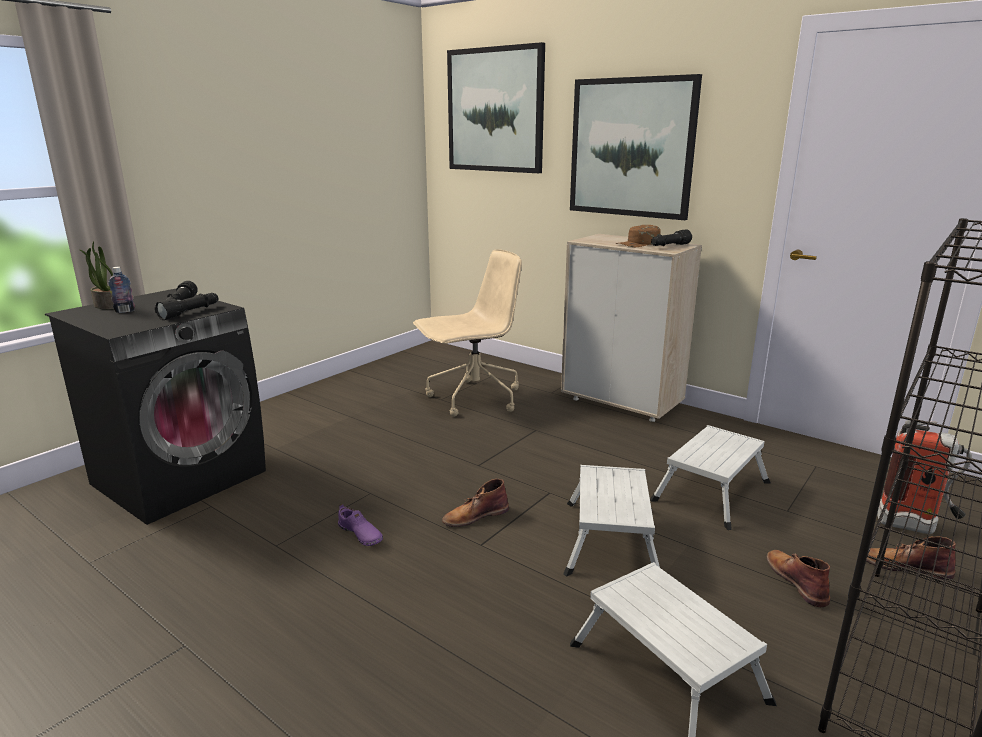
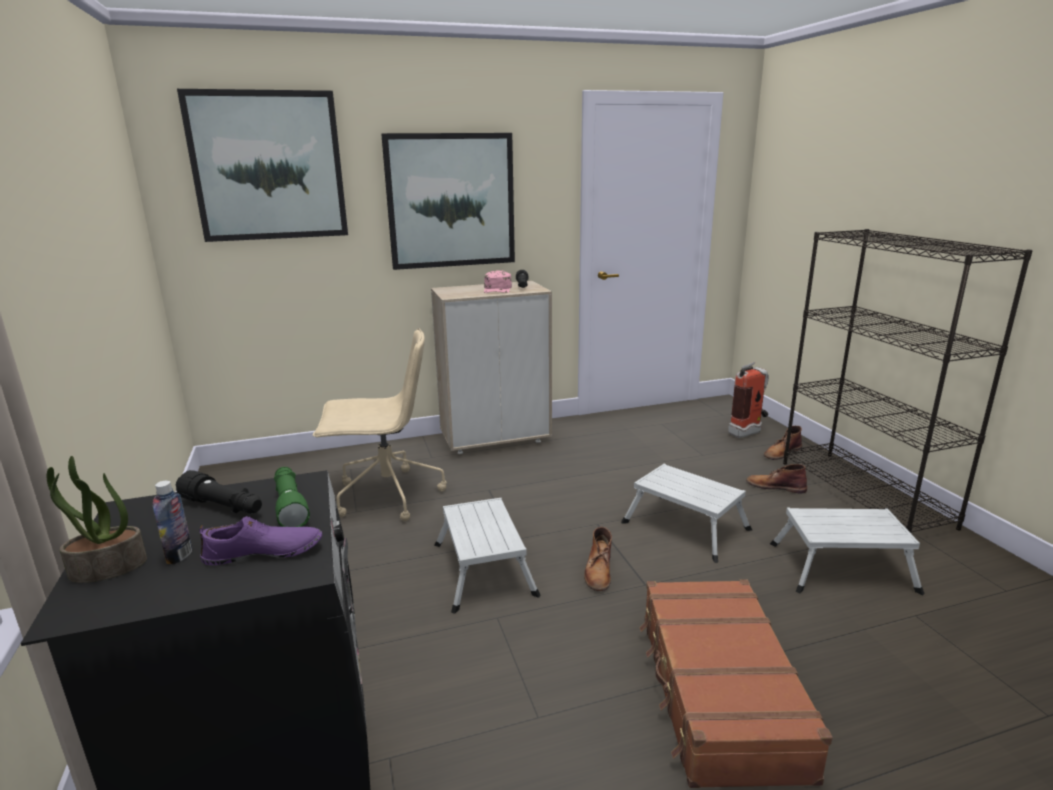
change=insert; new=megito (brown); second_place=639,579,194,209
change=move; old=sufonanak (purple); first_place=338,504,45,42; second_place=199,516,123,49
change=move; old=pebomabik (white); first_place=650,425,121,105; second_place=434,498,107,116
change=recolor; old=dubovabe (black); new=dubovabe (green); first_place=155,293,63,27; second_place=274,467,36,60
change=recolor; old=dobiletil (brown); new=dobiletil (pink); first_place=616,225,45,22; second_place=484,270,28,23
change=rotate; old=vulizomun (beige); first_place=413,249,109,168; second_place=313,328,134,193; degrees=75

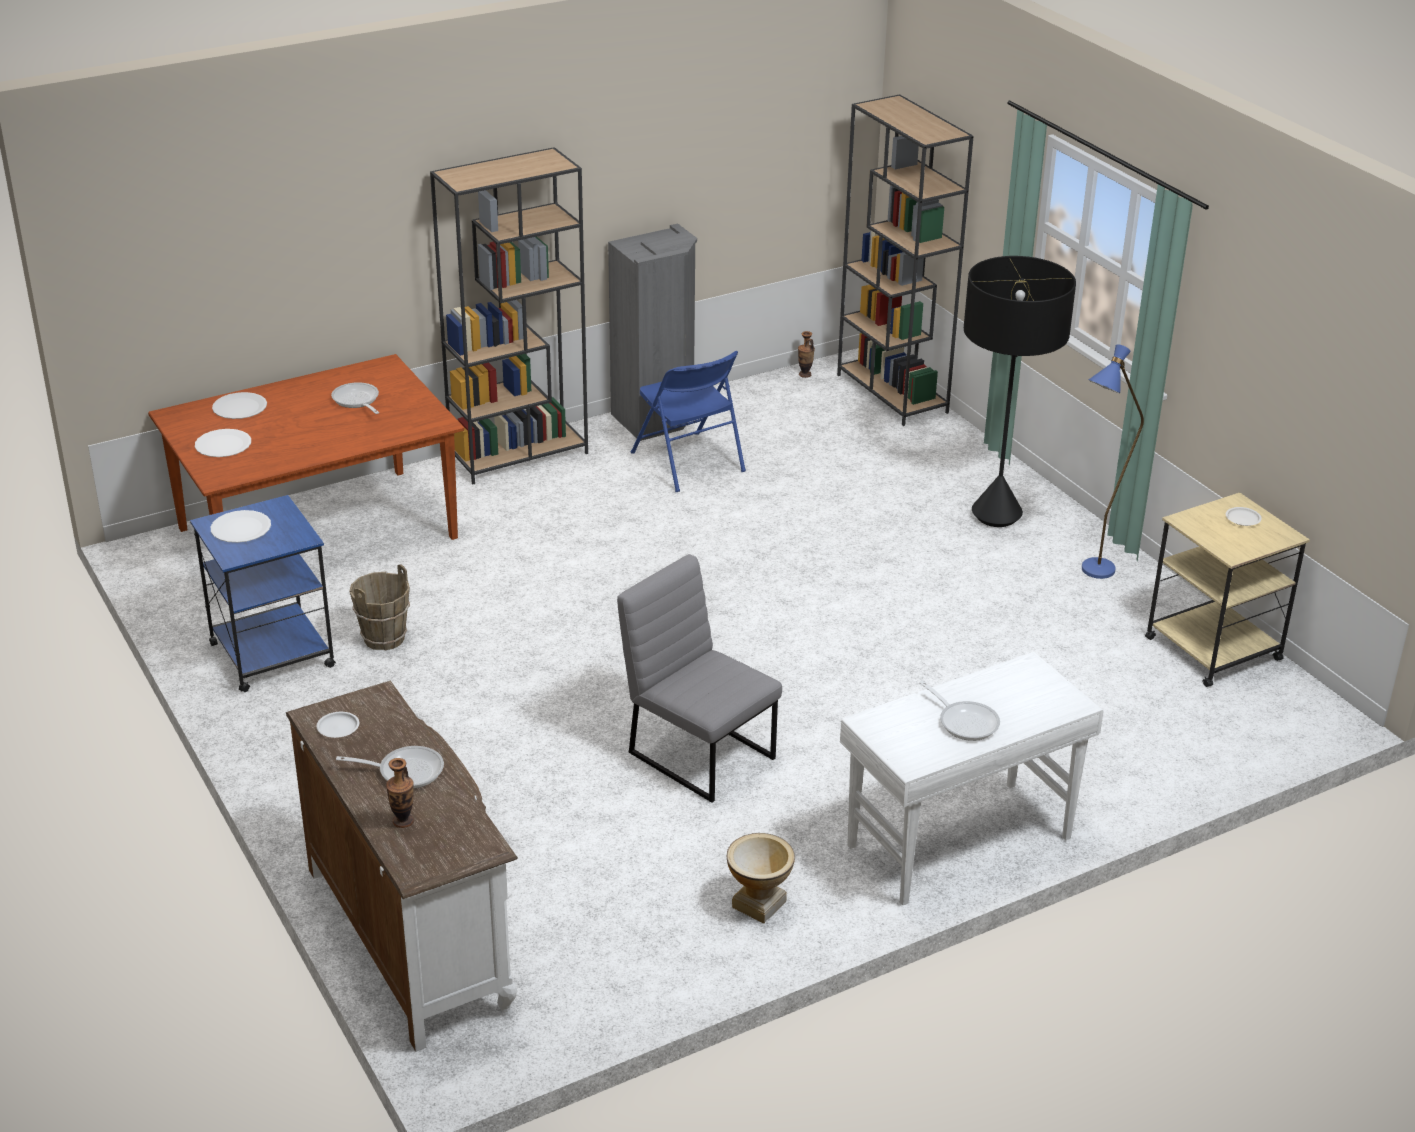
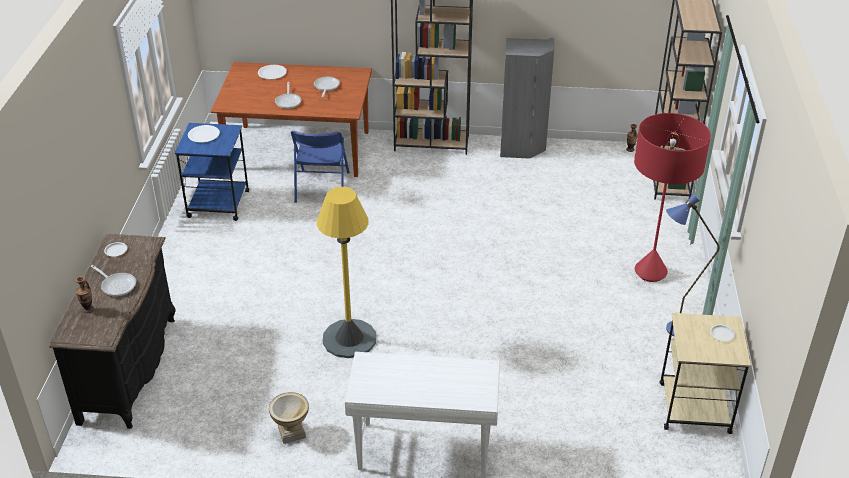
change=delete; old=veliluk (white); first_place=195,429,56,28
change=delete; old=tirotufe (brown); first_place=350,564,60,86
change=move; old=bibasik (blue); first_place=631,351,115,141; second_place=291,131,59,72
change=move; old=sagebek; first_place=919,681,81,60; second_place=275,82,26,27
change=replace; old=bibasik (grey); new=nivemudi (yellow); first_place=617,554,165,249; second_place=317,187,59,171
change=recolor; old=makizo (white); new=makizo (black); first_place=286,680,232,372; second_place=49,234,126,195
change=recolor; old=nivemudi (black); new=nivemudi (red); first_place=964,256,112,271; second_place=634,113,77,169

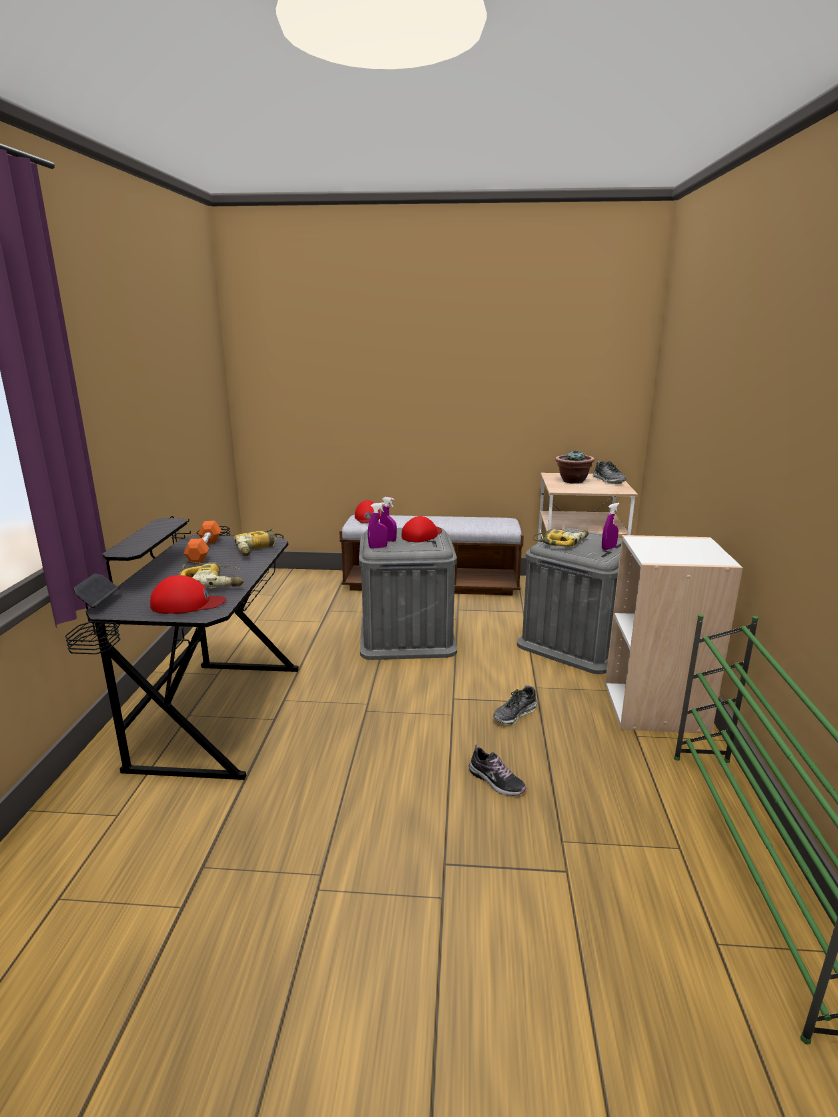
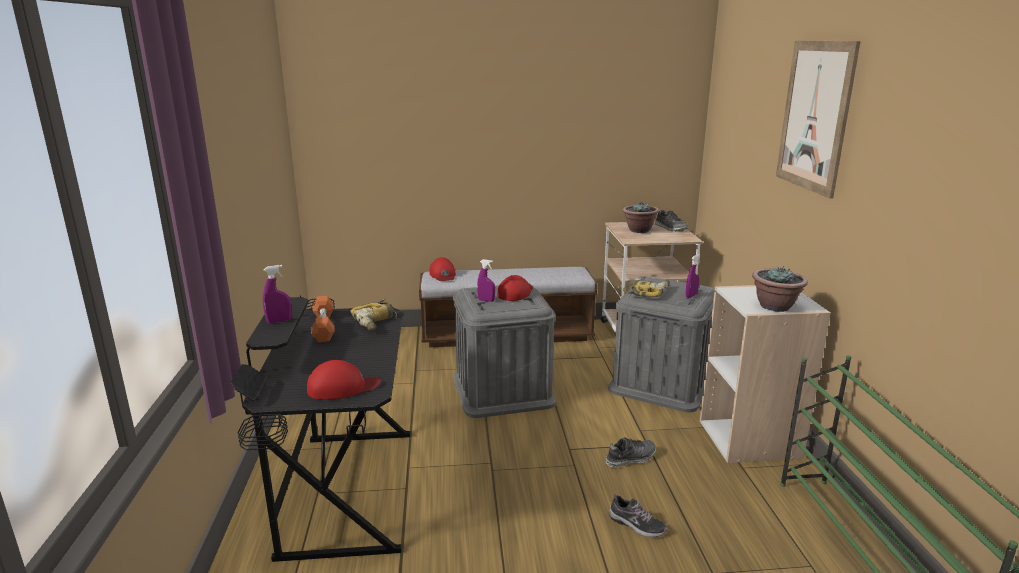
change=delete; old=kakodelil; first_place=178,562,66,27
change=insert; new=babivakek; second_place=752,267,56,45
change=insert; new=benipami; second_place=776,41,85,158
change=move; old=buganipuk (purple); first_place=368,503,20,46; second_place=263,265,28,59
change=rotate; old=sufonanak; first_place=493,685,44,40; second_place=606,438,50,30; degrees=-150

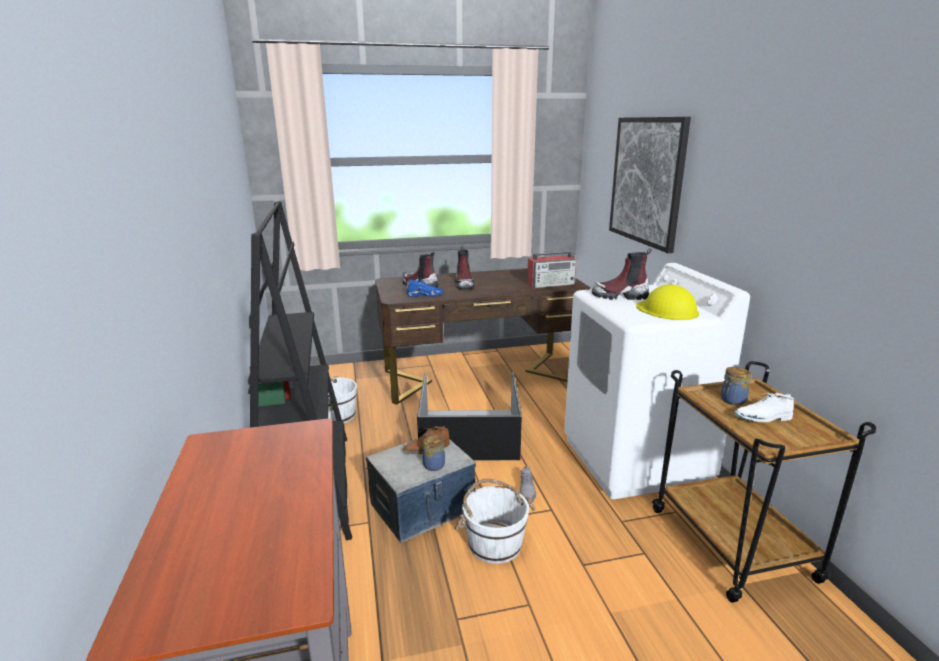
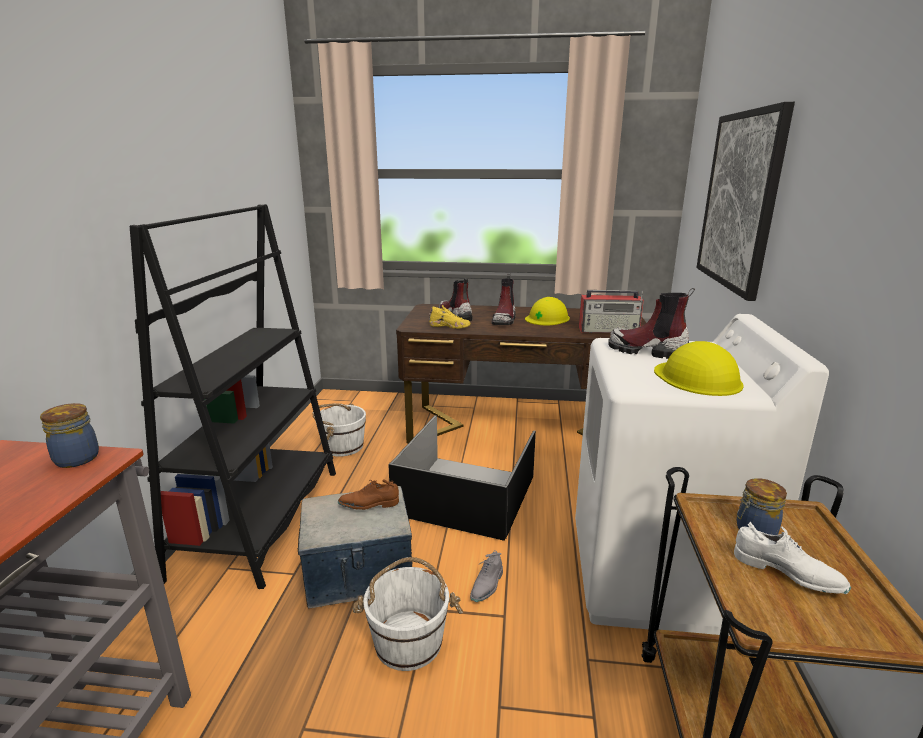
change=insert; new=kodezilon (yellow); second_place=525,297,45,28
change=move; old=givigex; first_place=421,435,24,36; second_place=40,403,59,65
change=recolor; old=sufonanak (blue); new=sufonanak (yellow); first_place=406,277,37,20; second_place=429,305,42,24
change=rotate; old=sufonanak (white); first_place=734,393,60,29; second_place=734,522,117,72; degrees=-150

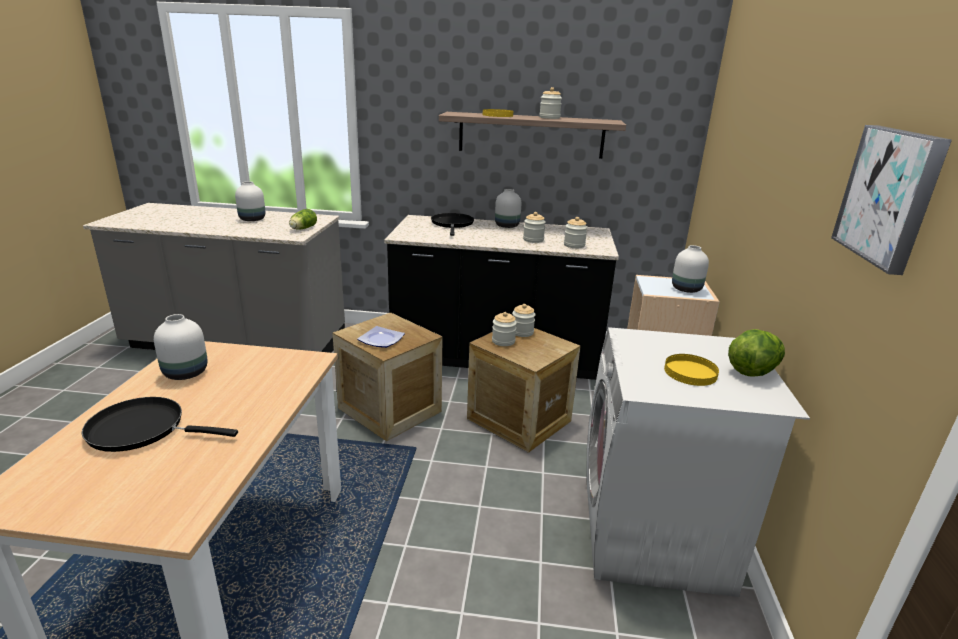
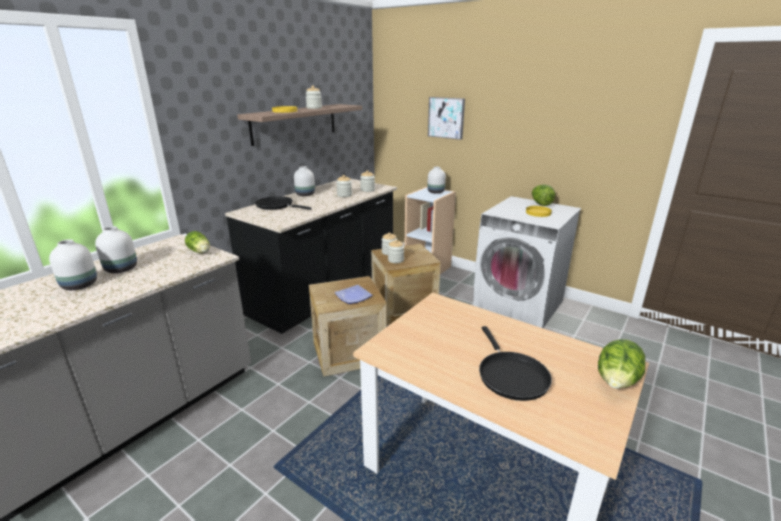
change=insert; new=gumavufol; second_place=598,339,47,50
change=move; old=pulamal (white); first_place=154,314,54,66; second_place=49,239,48,51
change=move; old=benipami; first_place=831,125,121,150; second_place=428,97,37,43
change=rotate; old=sagebek (black); first_place=82,397,156,55; second_place=479,326,73,75; degrees=-45

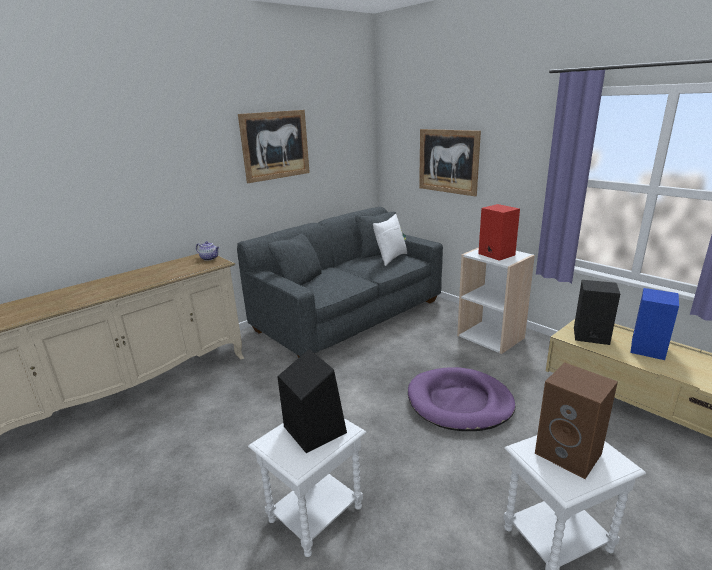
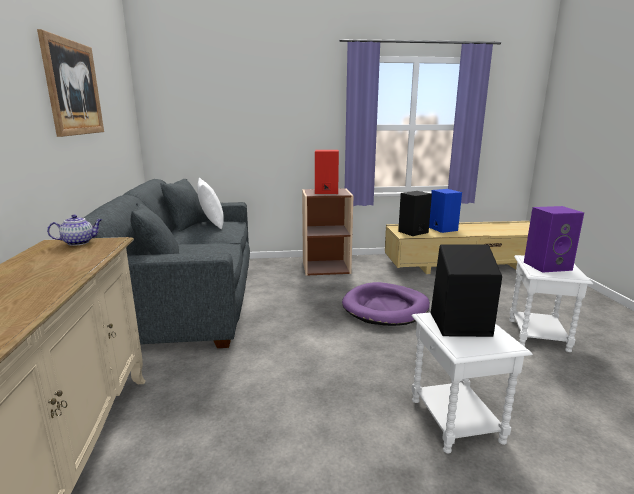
change=delete; old=benipami; first_place=419,129,62,67
change=recolor; old=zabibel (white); new=zabibel (brown); first_place=457,247,78,107; second_place=302,188,52,88
change=recolor; old=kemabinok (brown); new=kemabinok (purple); first_place=535,362,83,117; second_place=524,206,60,67

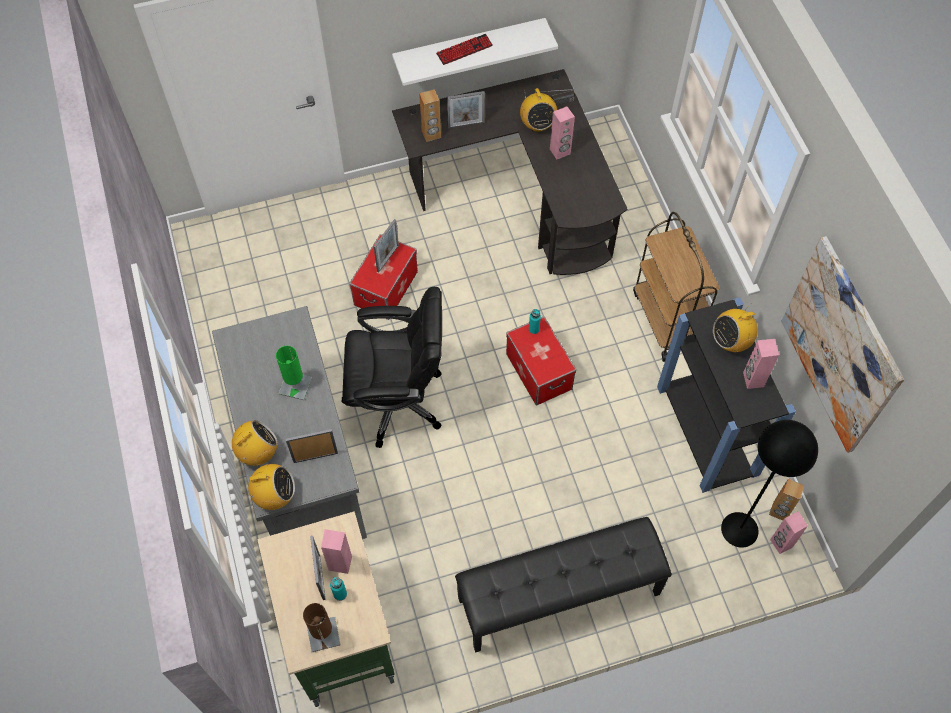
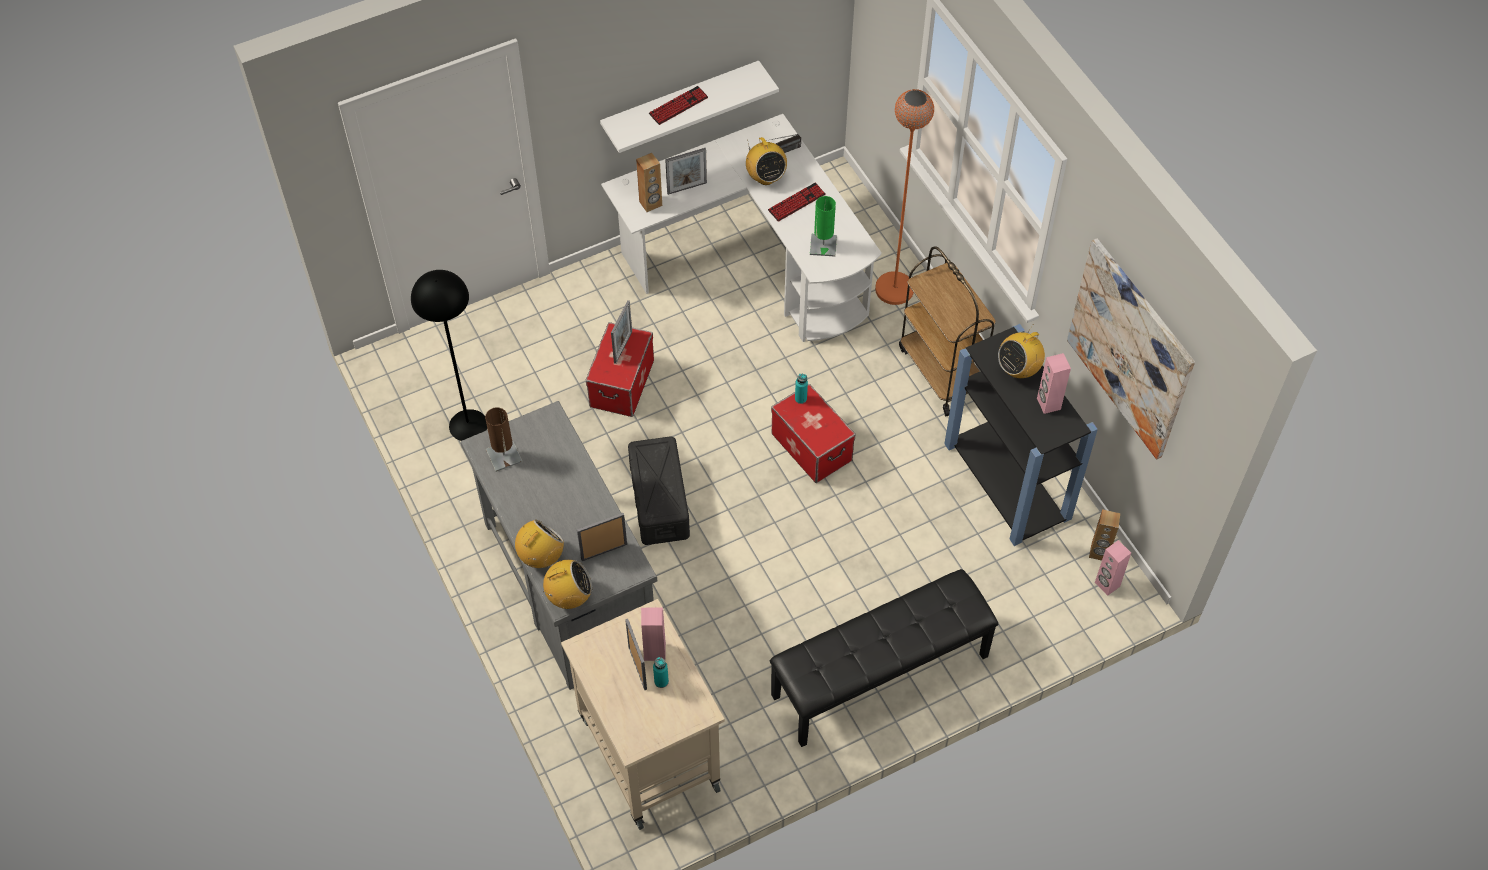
change=insert; new=nivemudi (orange); second_place=875,89,59,216
change=move; old=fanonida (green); first_place=276,346,36,54; second_place=810,196,27,61
change=move; old=fanonida (brown); first_place=303,603,38,49; second_place=485,407,37,65
change=move; old=nivemudi (black); first_place=721,420,97,128; second_place=411,270,76,171
change=replace; old=vulizomun (black); new=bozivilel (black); first_place=342,287,100,161; second_place=628,436,62,109
change=replace; old=kemabinok (pink); new=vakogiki; first_place=550,107,25,53; second_place=768,183,57,39
change=recolor; old=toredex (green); new=toredex (beige); first_place=257,511,138,196; second_place=561,599,164,231
change=recolor; old=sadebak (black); new=sadebak (white); first_place=392,69,236,206; second_place=601,114,281,228

